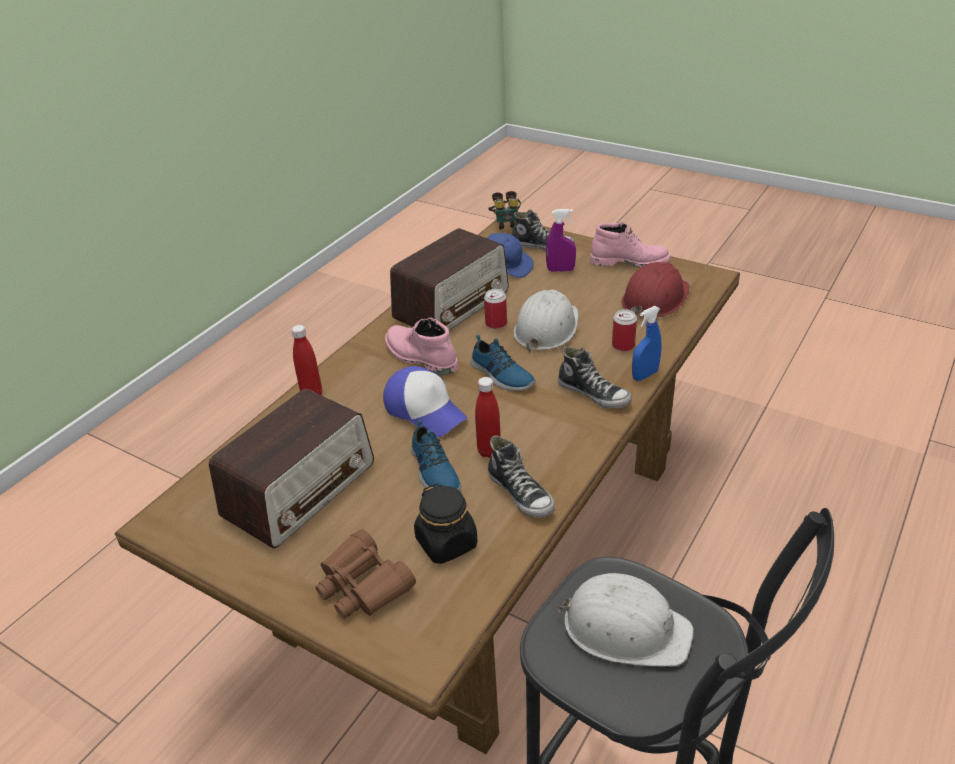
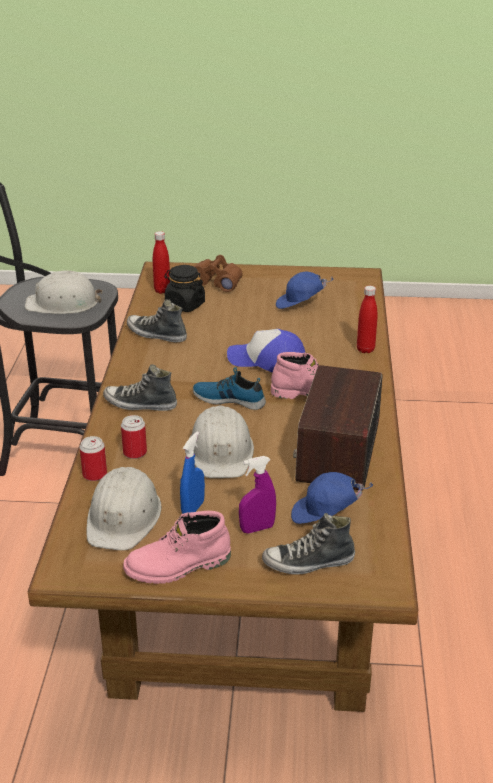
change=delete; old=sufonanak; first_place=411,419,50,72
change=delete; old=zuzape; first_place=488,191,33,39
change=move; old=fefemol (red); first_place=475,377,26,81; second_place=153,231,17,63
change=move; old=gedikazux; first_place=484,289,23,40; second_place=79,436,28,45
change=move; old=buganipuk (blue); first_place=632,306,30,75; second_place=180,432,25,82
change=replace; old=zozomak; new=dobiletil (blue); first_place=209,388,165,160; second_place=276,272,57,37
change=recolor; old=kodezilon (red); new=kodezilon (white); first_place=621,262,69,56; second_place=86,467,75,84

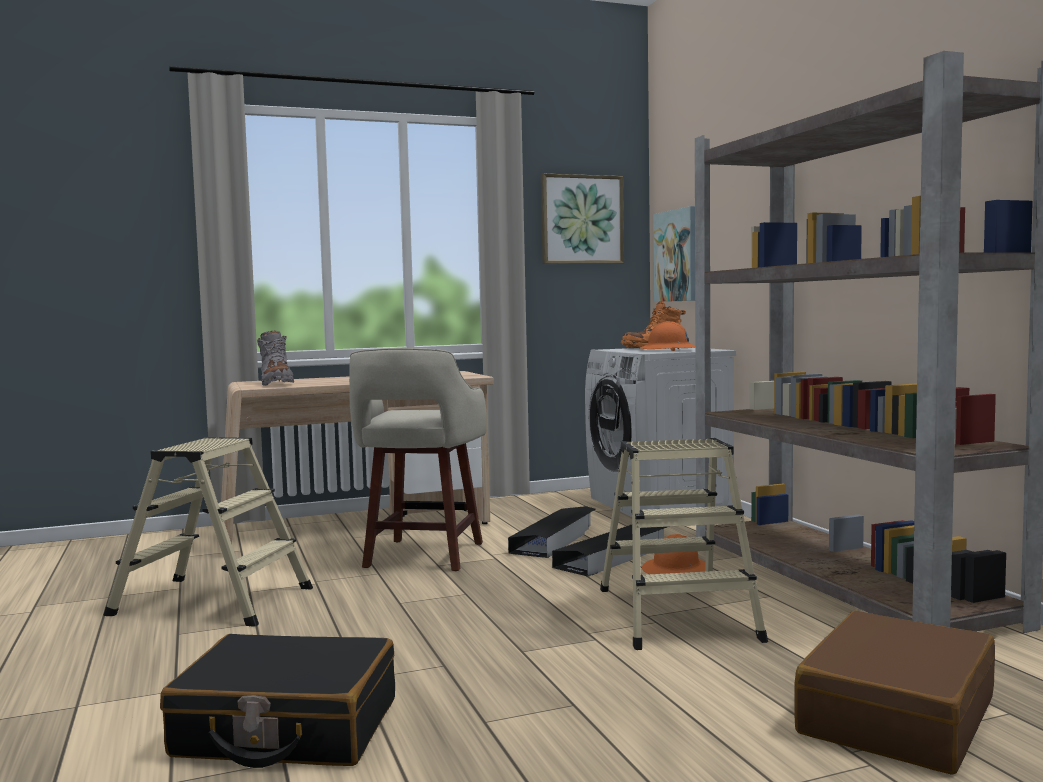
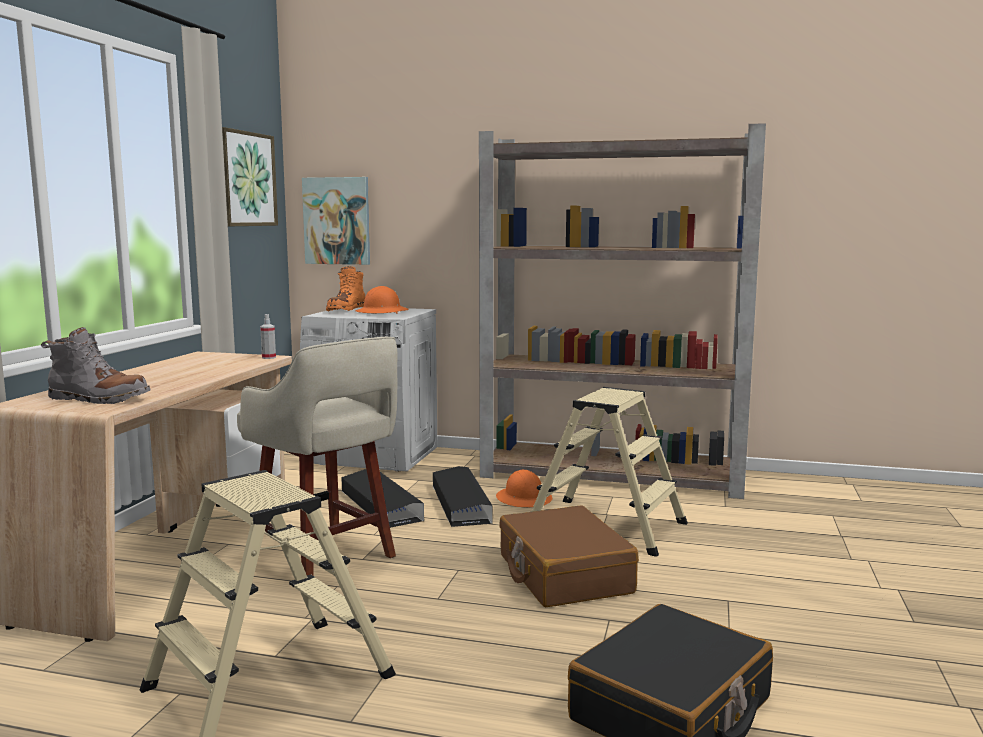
change=insert; new=buganipuk; second_place=260,314,16,45
change=move; old=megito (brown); first_place=794,611,201,163; second_place=499,505,140,102

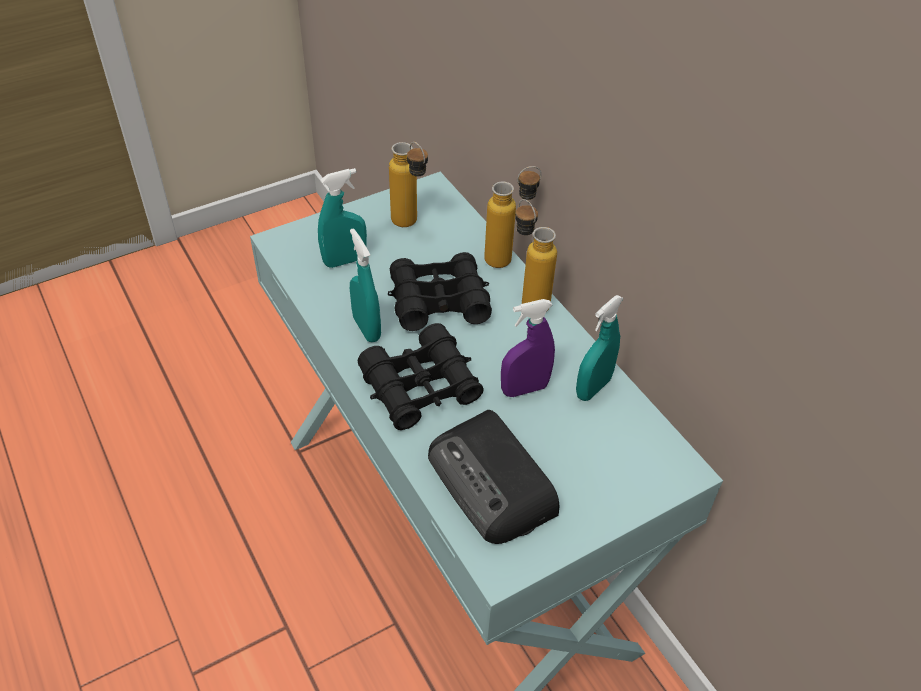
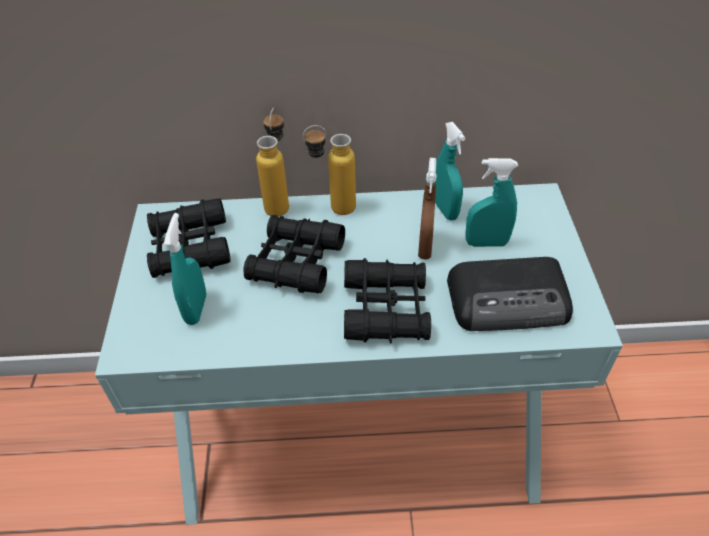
change=move; old=buganipuk (turquoise); first_place=350,229,31,114; second_place=465,158,53,89
change=replace; old=fefemol; new=zuzape (black); first_place=389,142,39,85; second_place=147,199,84,79
change=recolor; old=buganipuk (purple); new=buganipuk (brown); first_place=501,299,54,98; second_place=418,158,19,102

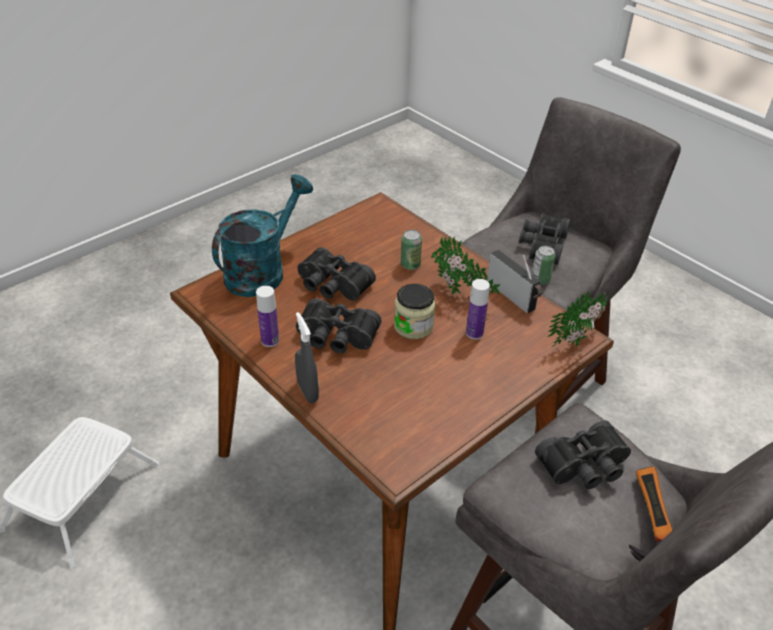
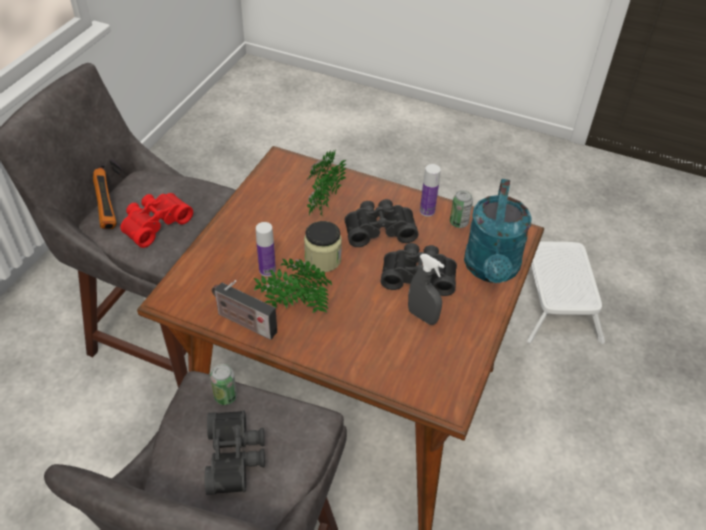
change=move; old=buganipuk (grey); first_place=295,312,24,91; second_place=408,254,37,71
change=move; old=gedikazux; first_place=401,230,21,40; second_place=450,190,23,38
change=move; old=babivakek; first_place=548,291,61,56; second_place=307,150,39,66
change=recolor; old=zuzape (black); new=zuzape (red); first_place=535,420,96,69; second_place=120,193,73,55

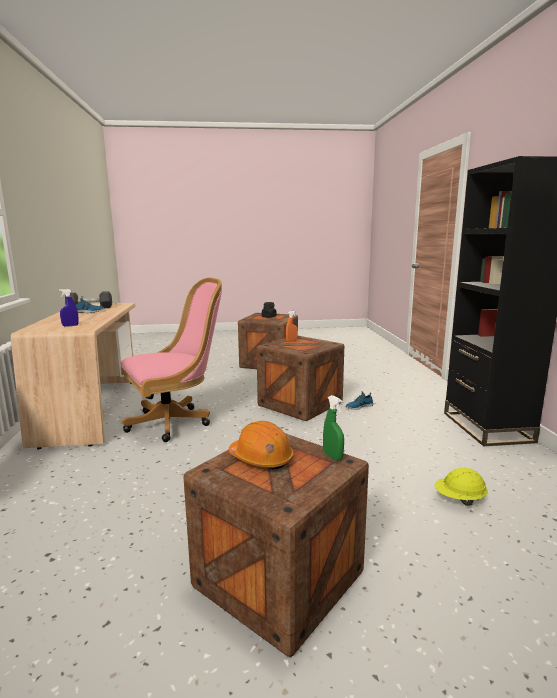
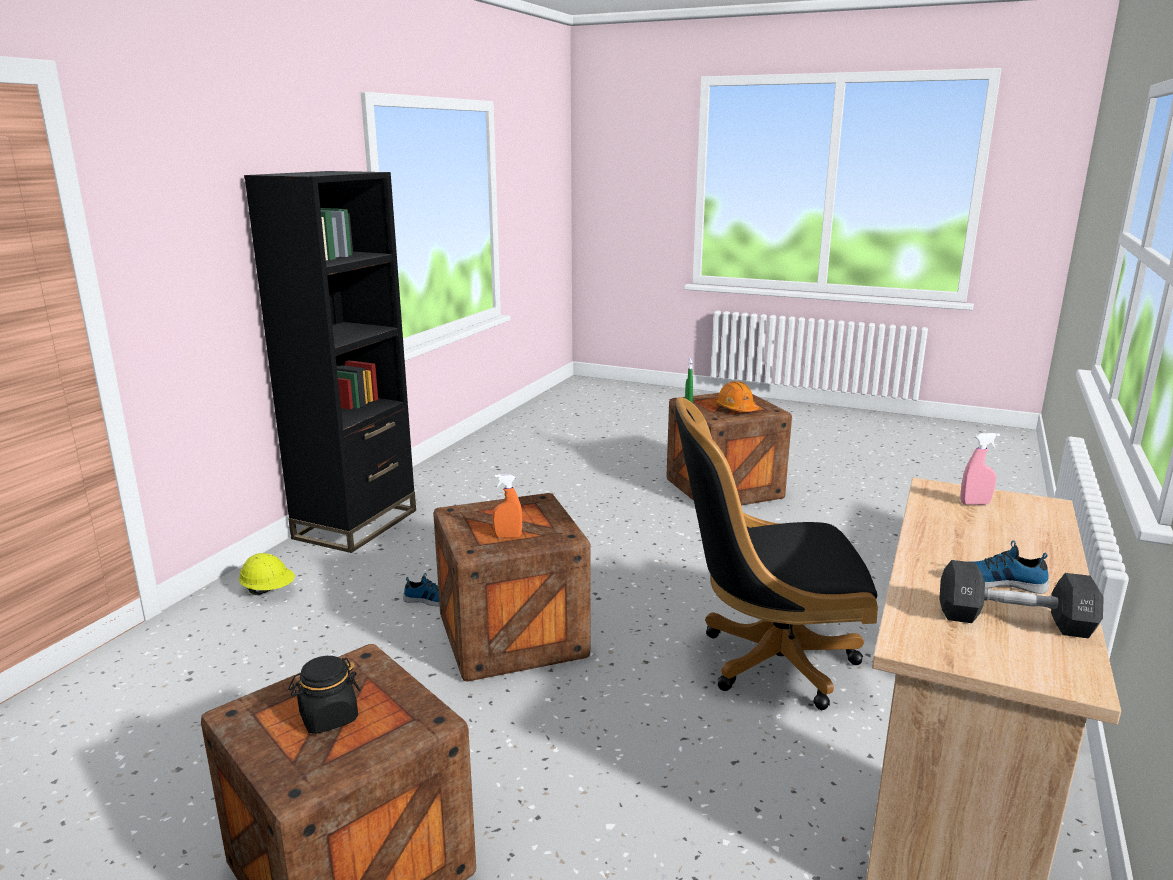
change=move; old=kodezilon (yellow); first_place=434,468,54,38; second_place=239,553,56,42
change=recolor; old=buganipuk (blue); new=buganipuk (pink); first_place=59,289,20,37; second_place=960,433,40,72
change=recolor; old=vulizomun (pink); new=vulizomun (black); first_place=121,278,101,164; second_place=676,397,202,313

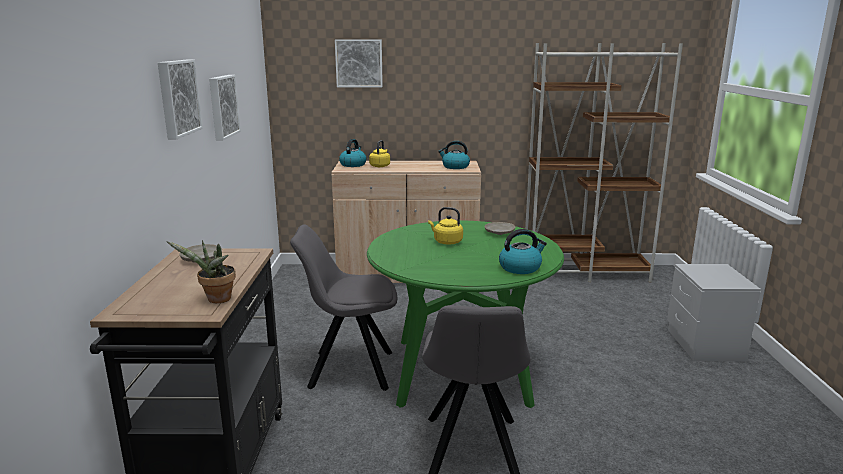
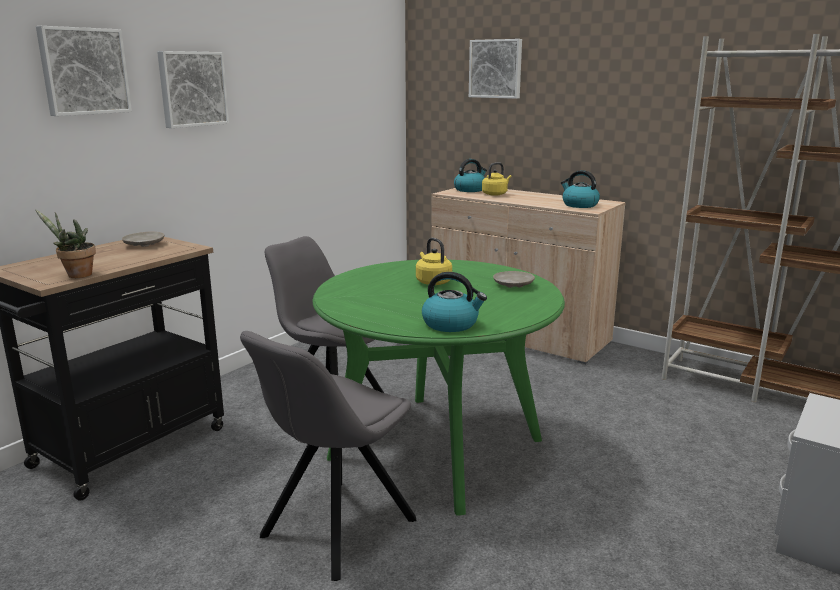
change=move; old=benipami; first_place=209,75,32,66; second_place=36,26,96,90

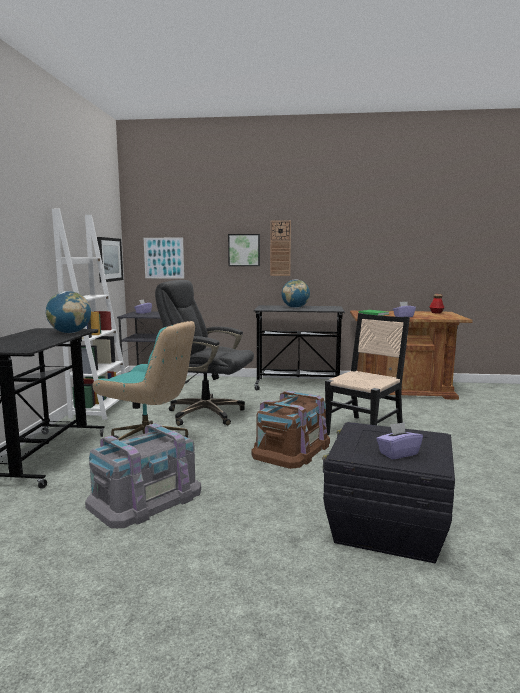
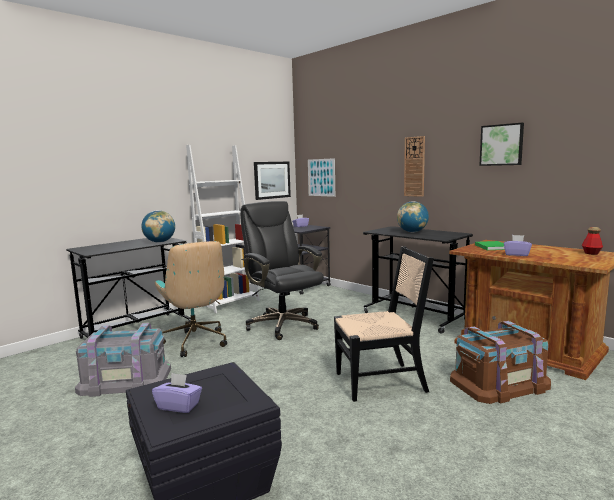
change=move; old=benipami; first_place=228,234,32,32; second_place=479,123,45,43
change=move; old=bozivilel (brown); first_place=251,390,79,79; second_place=450,321,101,83

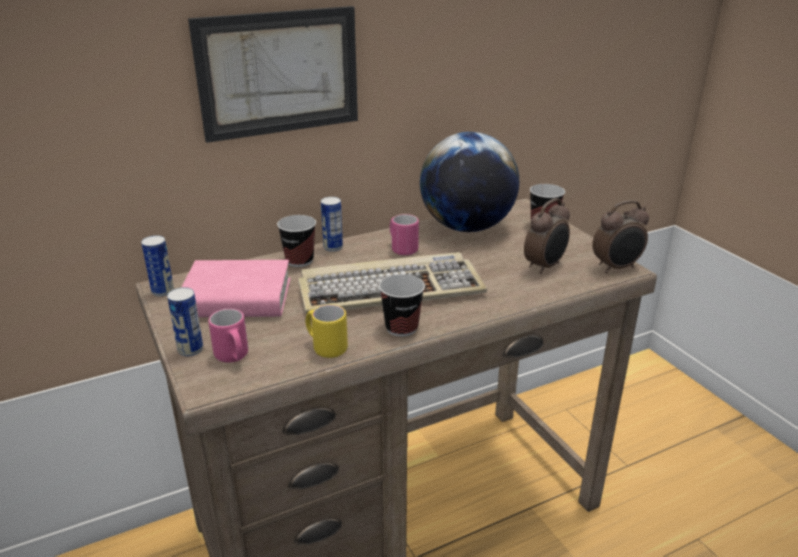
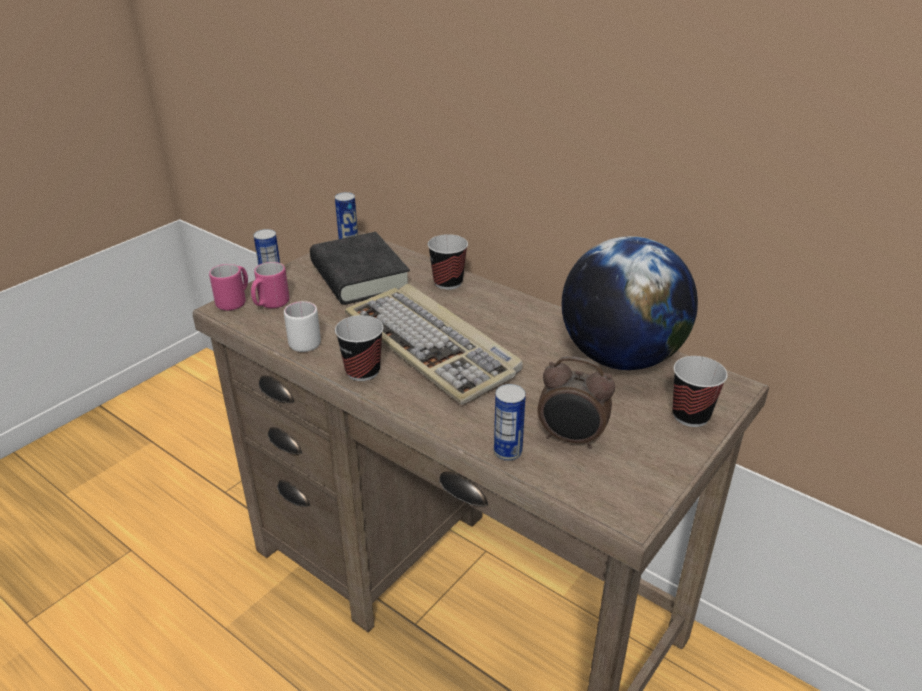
change=delete; old=benipami; first_place=188,6,170,137
change=delete; old=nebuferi; first_place=592,200,57,73
change=move; old=gedikazux; first_place=321,197,22,55; second_place=494,384,32,77
change=move; old=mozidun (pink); first_place=390,214,29,41; second_place=209,264,39,47
change=recolor; old=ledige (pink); new=ledige (black); first_place=182,260,109,57; second_place=310,232,100,73
change=recolor; old=mozidun (yellow); new=mozidun (white); first_place=306,305,42,53; second_place=284,301,37,51

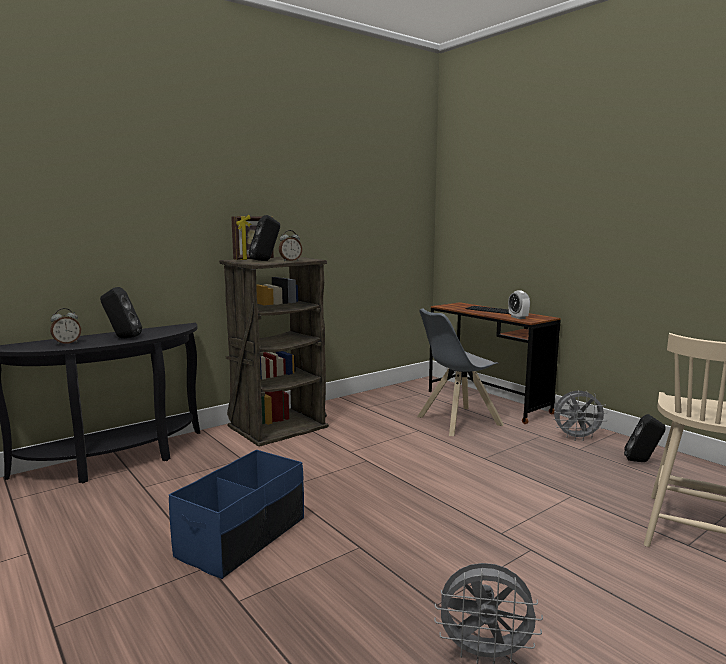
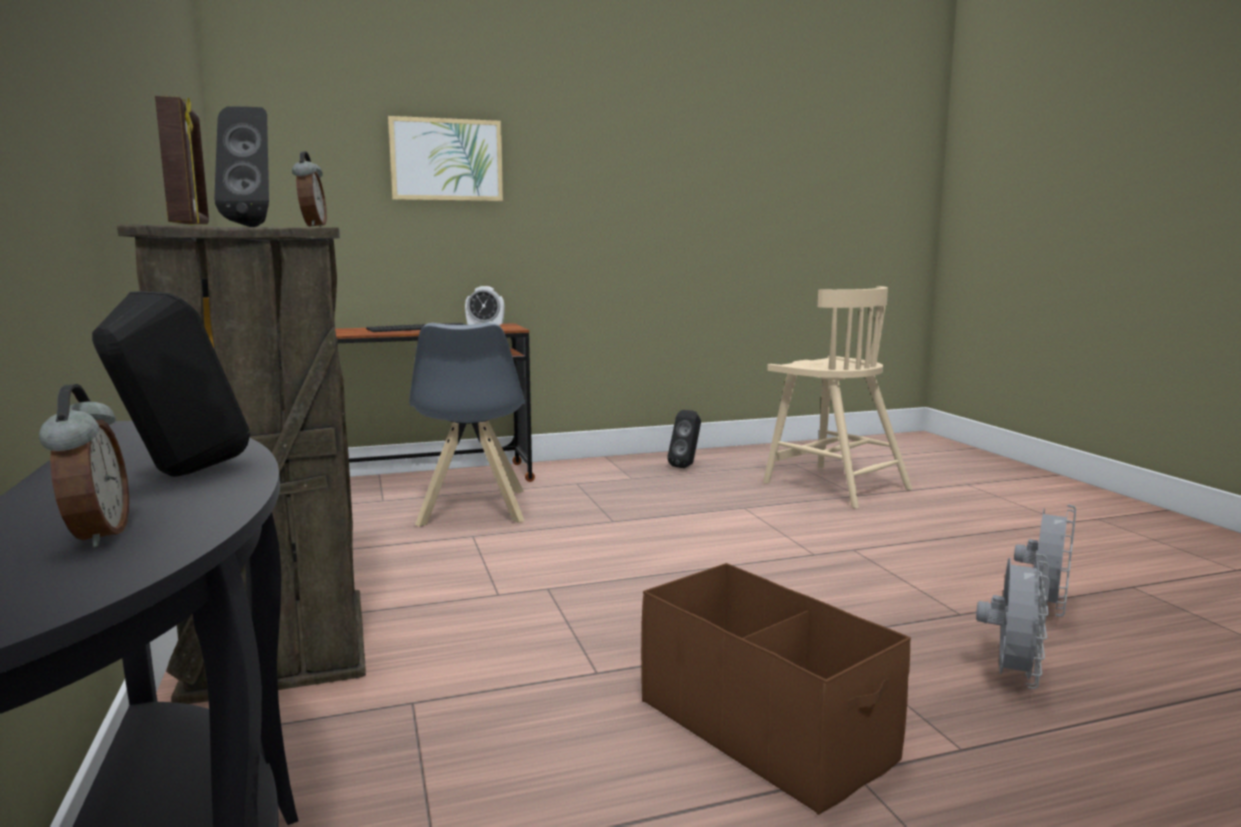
change=insert; new=benipami; second_place=388,116,115,85
change=move; old=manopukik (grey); first_place=554,391,54,50; second_place=976,554,74,135
change=recolor; old=bozivilel (blue); new=bozivilel (brown); first_place=169,450,135,129; second_place=641,563,270,252

